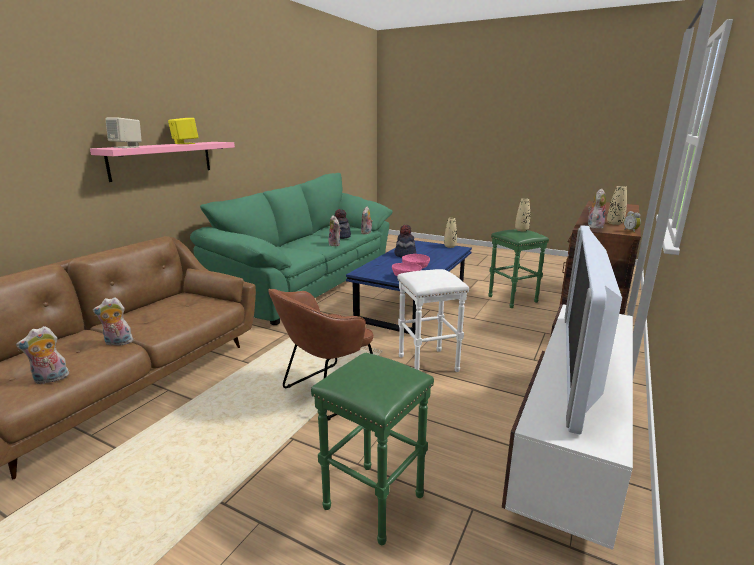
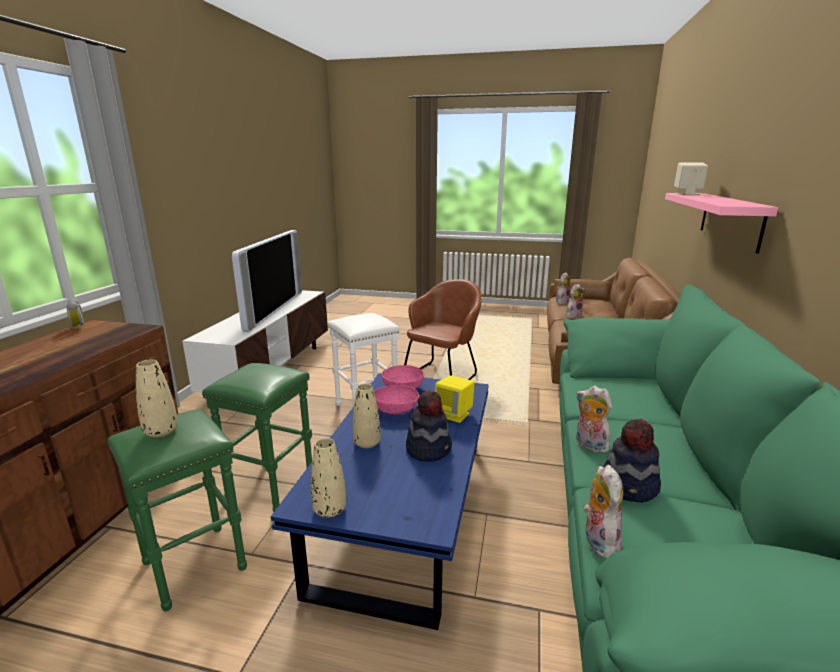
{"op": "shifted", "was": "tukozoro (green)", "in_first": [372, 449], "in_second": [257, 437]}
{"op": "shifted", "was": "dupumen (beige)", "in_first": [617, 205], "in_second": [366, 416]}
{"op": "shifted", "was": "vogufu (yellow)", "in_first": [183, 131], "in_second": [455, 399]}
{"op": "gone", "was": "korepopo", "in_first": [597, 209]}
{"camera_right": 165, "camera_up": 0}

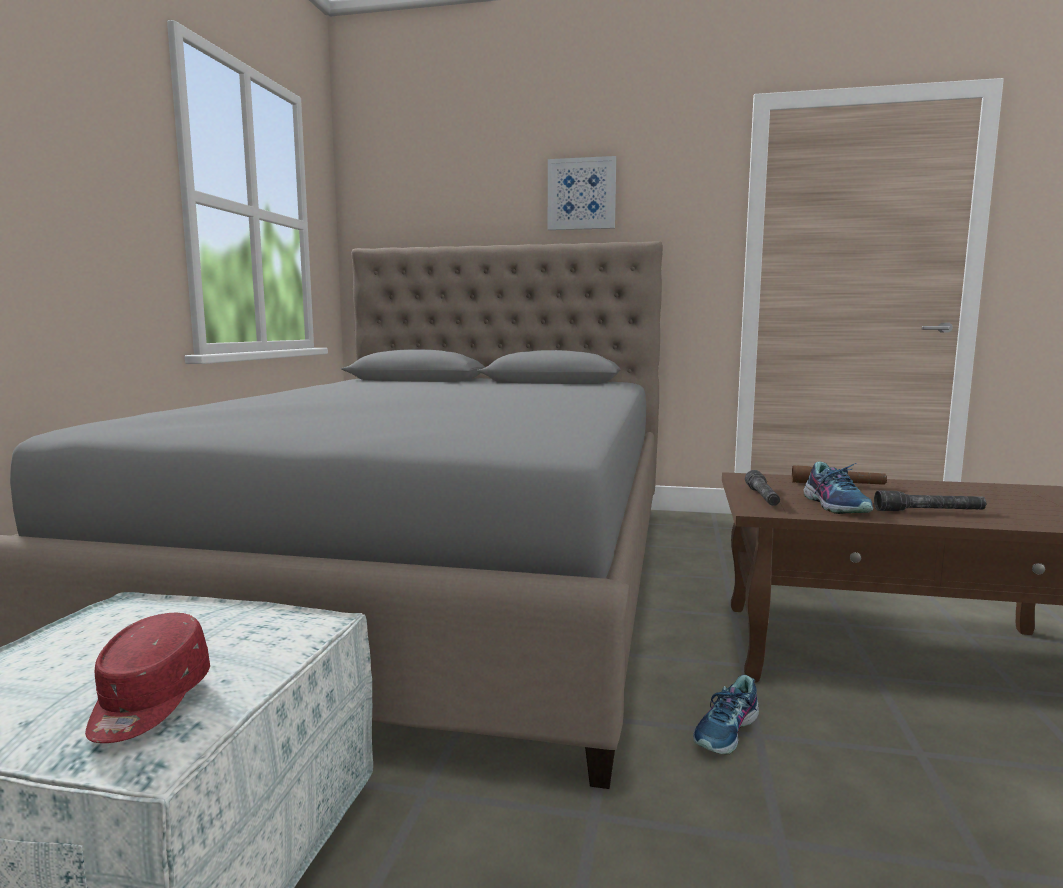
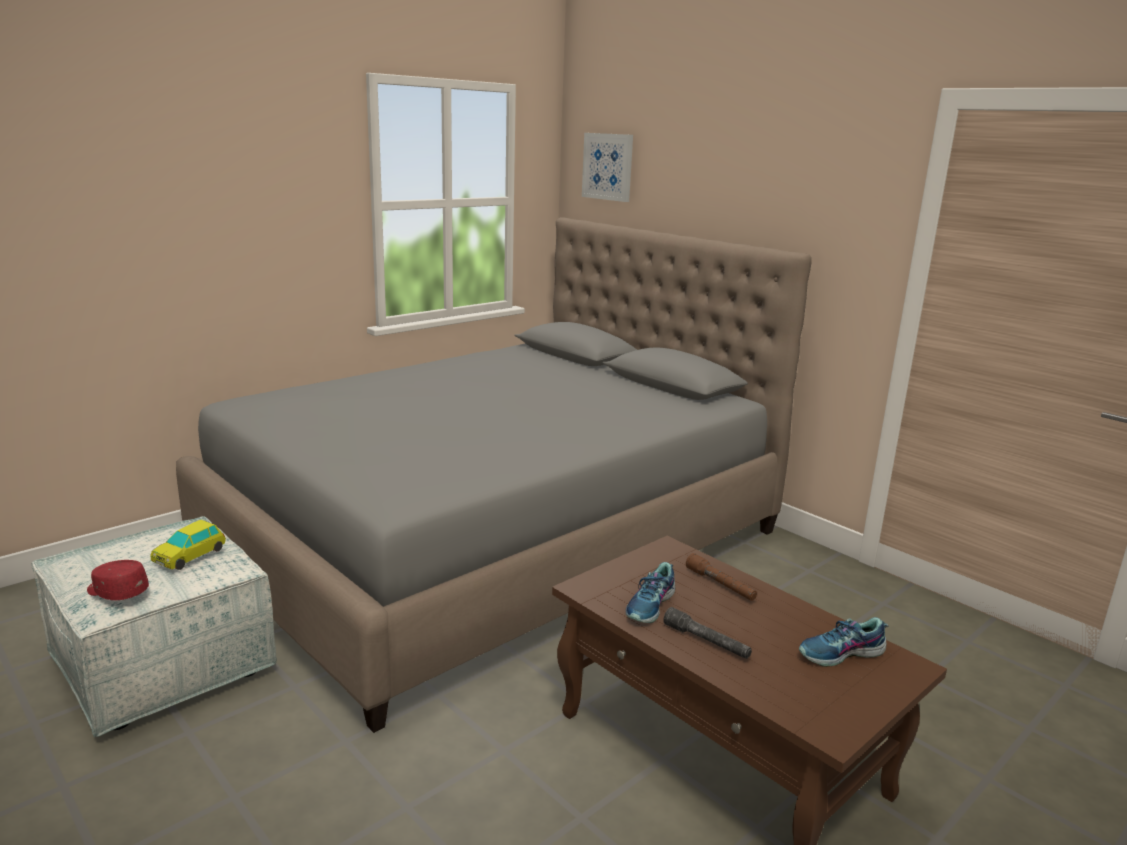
{"op": "rotated", "was": "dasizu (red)", "in_first": [147, 678], "in_second": [118, 580], "clockwise": 75}
{"op": "new", "now": "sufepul", "in_second": [188, 545]}
{"op": "shifted", "was": "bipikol", "in_first": [582, 193], "in_second": [607, 167]}
{"op": "shifted", "was": "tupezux", "in_first": [726, 714], "in_second": [843, 642]}
{"op": "gone", "was": "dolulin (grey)", "in_first": [762, 488]}
{"camera_right": 35, "camera_up": 10}

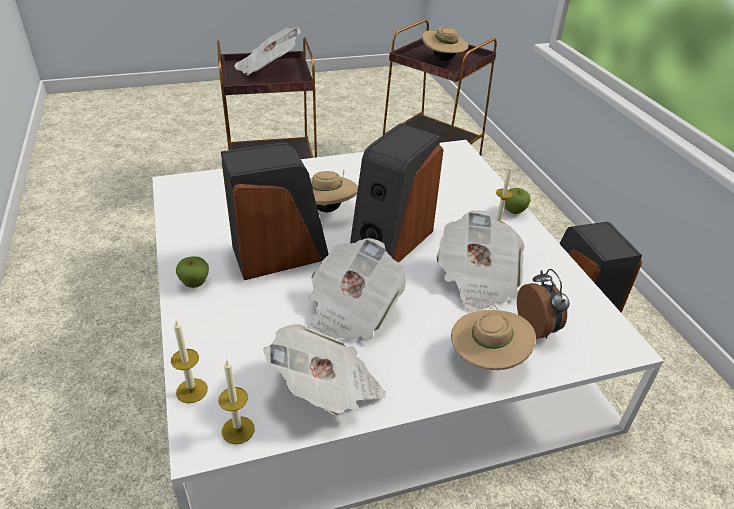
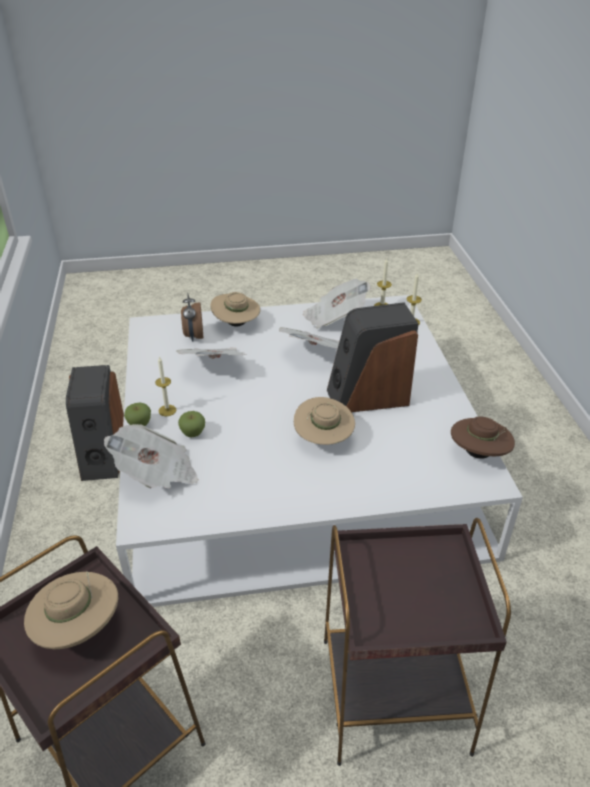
{"op": "shifted", "was": "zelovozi", "in_first": [267, 51], "in_second": [151, 456]}
{"op": "shifted", "was": "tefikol", "in_first": [192, 272], "in_second": [191, 424]}
{"op": "new", "now": "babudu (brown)", "in_second": [483, 438]}
{"op": "gone", "was": "vogufu", "in_first": [397, 192]}
{"camera_right": -170, "camera_up": 0}

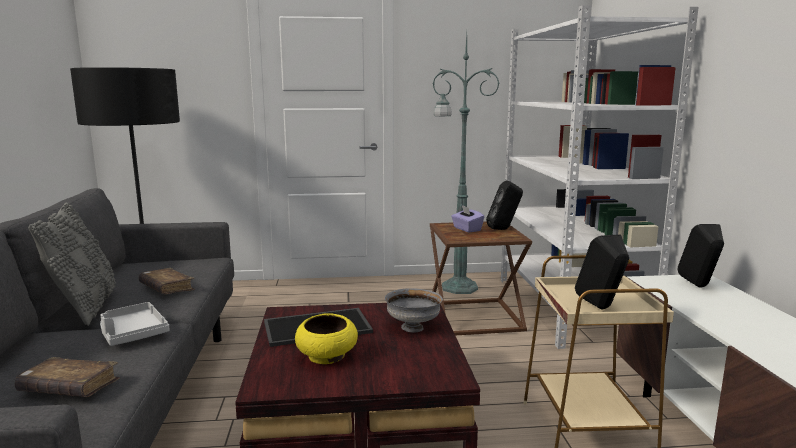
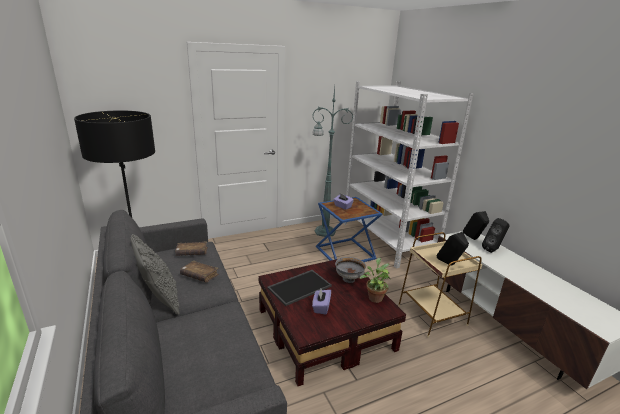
{"op": "shifted", "was": "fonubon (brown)", "in_first": [67, 377], "in_second": [191, 248]}
{"op": "swapped", "was": "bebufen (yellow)", "now": "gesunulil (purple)", "in_first": [326, 338], "in_second": [321, 302]}
{"op": "repainted", "was": "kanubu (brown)", "now": "kanubu (blue)", "in_first": [481, 278], "in_second": [349, 229]}
{"op": "new", "now": "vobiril", "in_second": [375, 280]}
{"op": "shifted", "was": "vogufu (black)", "in_first": [504, 205], "in_second": [496, 235]}
{"op": "gone", "was": "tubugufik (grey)", "in_first": [135, 324]}
{"camera_right": -20, "camera_up": 10}

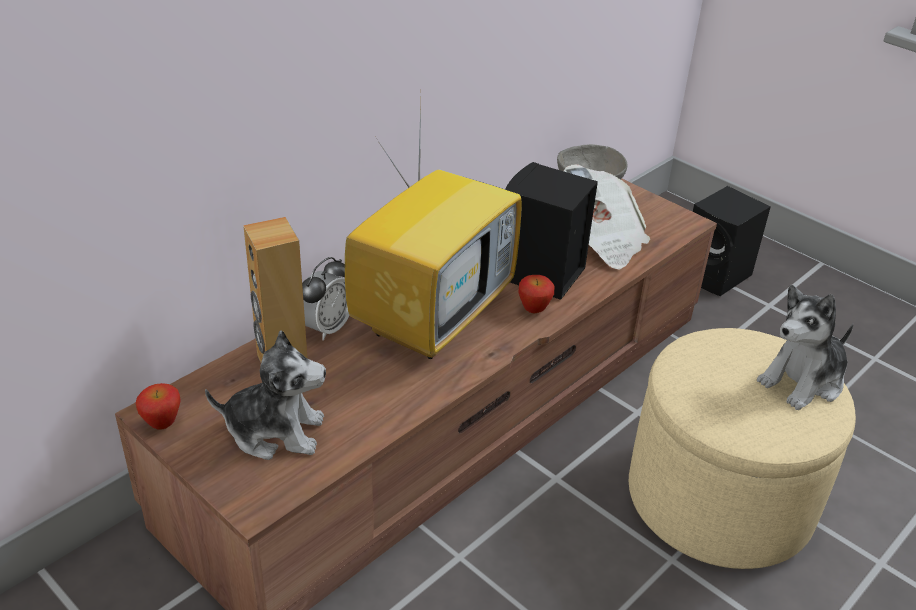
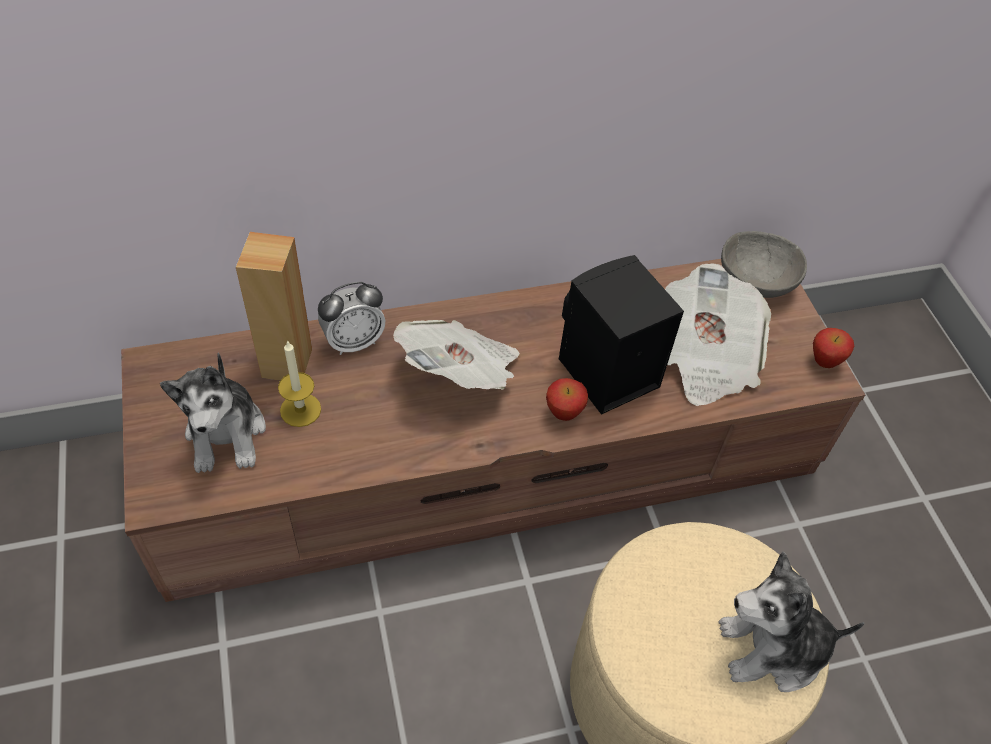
{"op": "rotated", "was": "korepopo", "in_first": [265, 395], "in_second": [213, 413], "clockwise": 45}
{"op": "new", "now": "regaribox", "in_second": [299, 383]}
{"op": "swapped", "was": "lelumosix", "now": "zelovozi", "in_first": [433, 230], "in_second": [456, 355]}
{"op": "shifted", "was": "tefikol", "in_first": [158, 406], "in_second": [833, 348]}
{"op": "gone", "was": "vogufu (black)", "in_first": [732, 241]}
{"camera_right": 30, "camera_up": 15}

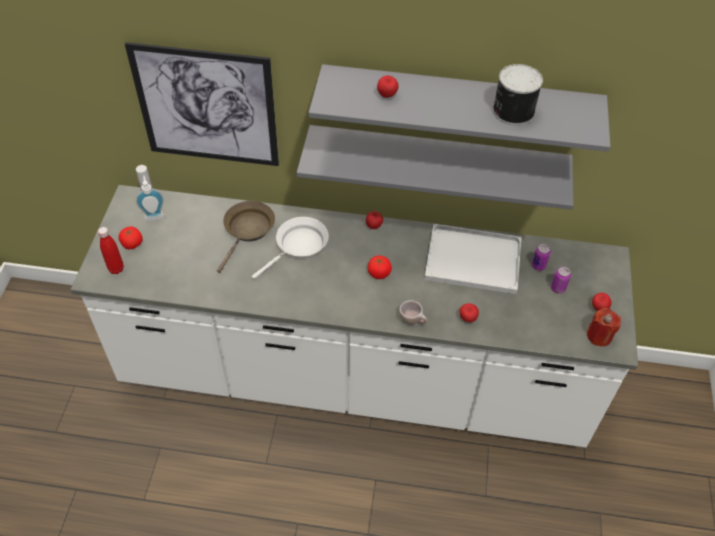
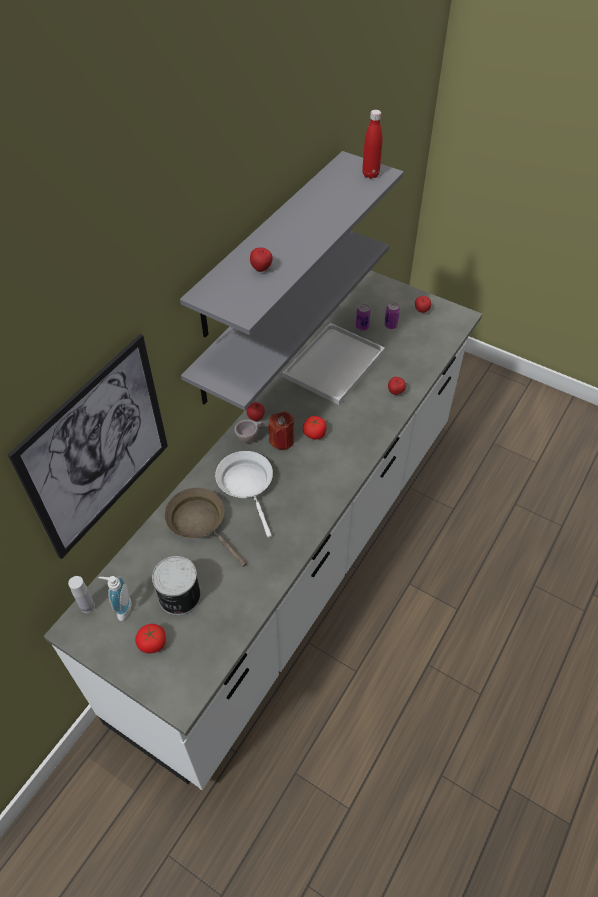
{"op": "shifted", "was": "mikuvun", "in_first": [518, 95], "in_second": [176, 585]}
{"op": "shifted", "was": "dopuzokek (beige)", "in_first": [413, 312], "in_second": [249, 431]}
{"op": "shifted", "was": "regaribox (red)", "in_first": [604, 327], "in_second": [281, 430]}
{"op": "shifted", "was": "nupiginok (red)", "in_first": [111, 250], "in_second": [372, 144]}
{"camera_right": -65, "camera_up": 0}

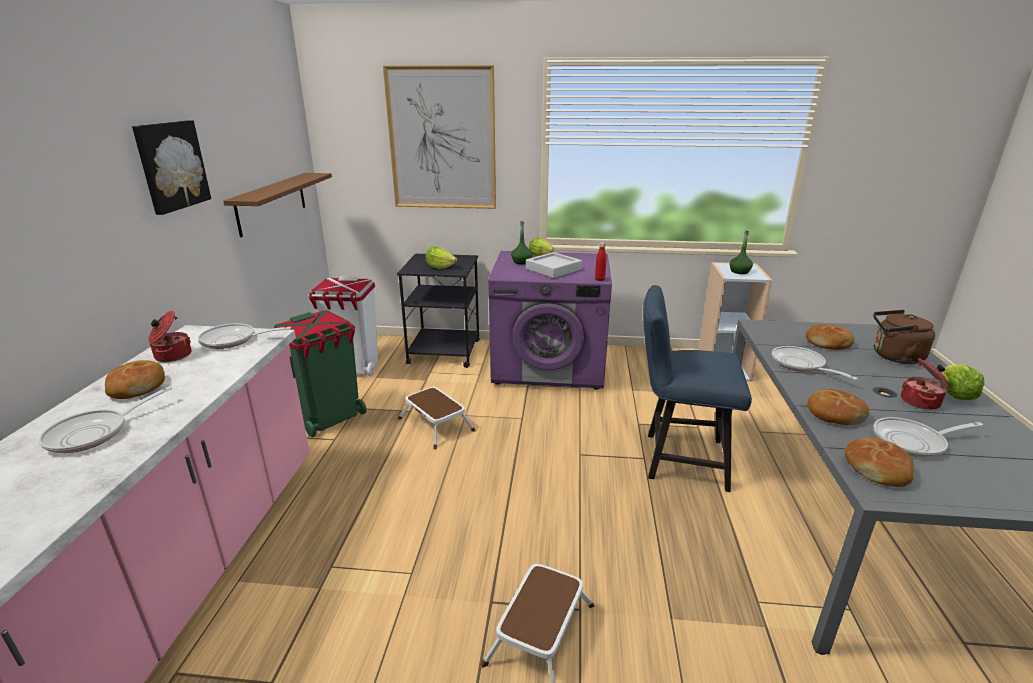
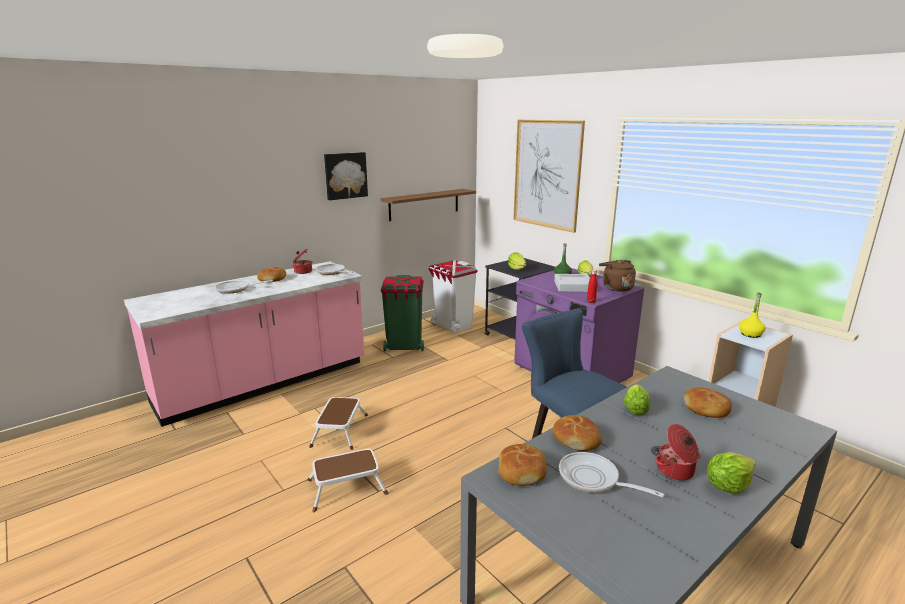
{"op": "shifted", "was": "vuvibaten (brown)", "in_first": [437, 418], "in_second": [338, 423]}
{"op": "shifted", "was": "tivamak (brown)", "in_first": [904, 337], "in_second": [617, 276]}
{"op": "swapped", "was": "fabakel", "now": "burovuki", "in_first": [815, 363], "in_second": [637, 400]}
{"op": "repainted", "was": "nupiginok (green)", "now": "nupiginok (yellow)", "in_first": [741, 252], "in_second": [752, 315]}
{"camera_right": 45, "camera_up": -5}

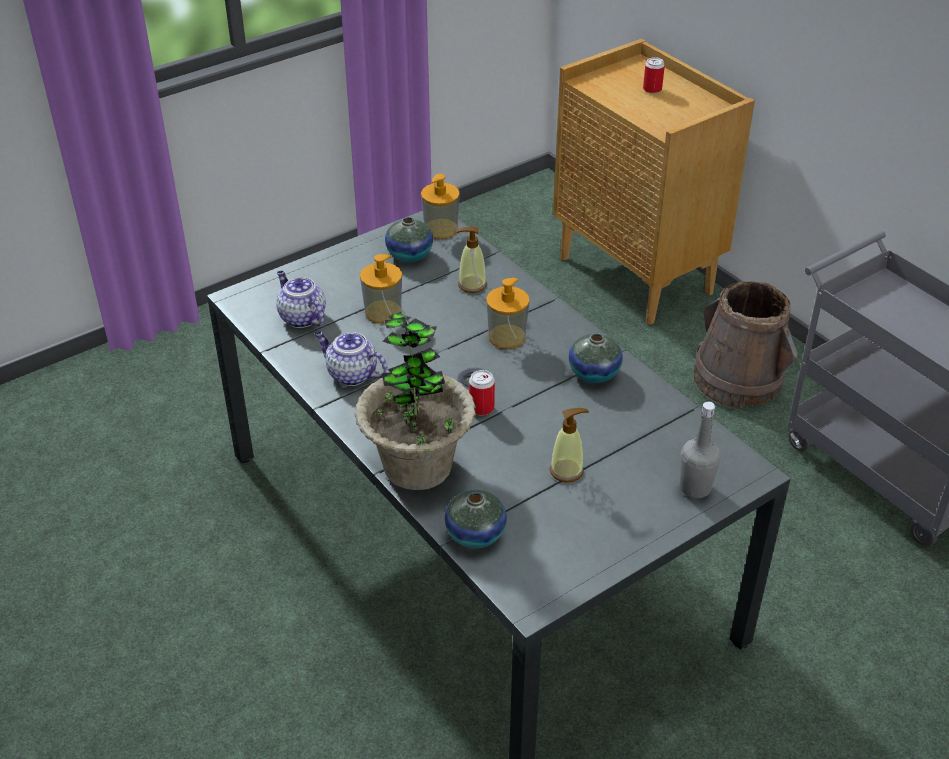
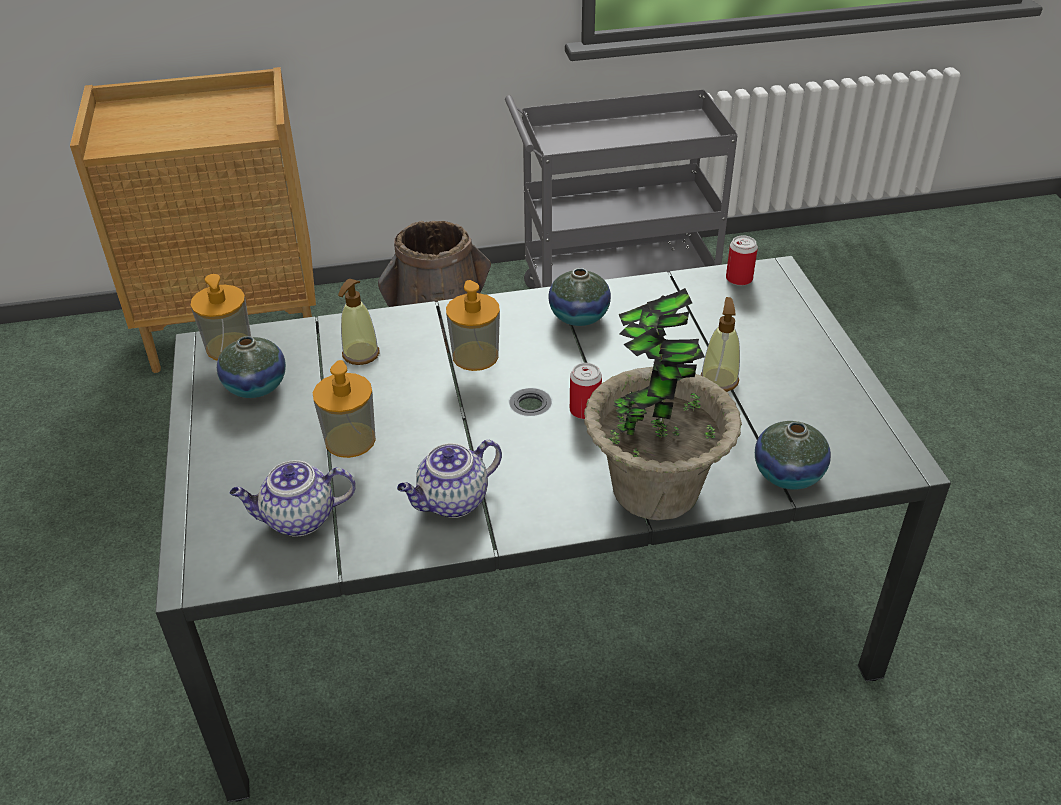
{"op": "shifted", "was": "mikuvun", "in_first": [654, 75], "in_second": [742, 261]}
{"op": "gone", "was": "nupiginok (grey)", "in_first": [700, 449]}
{"camera_right": -65, "camera_up": 0}

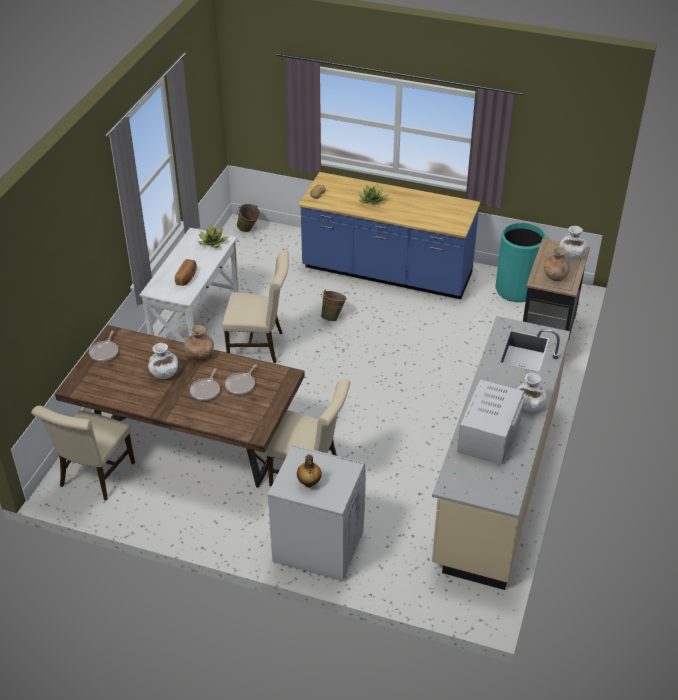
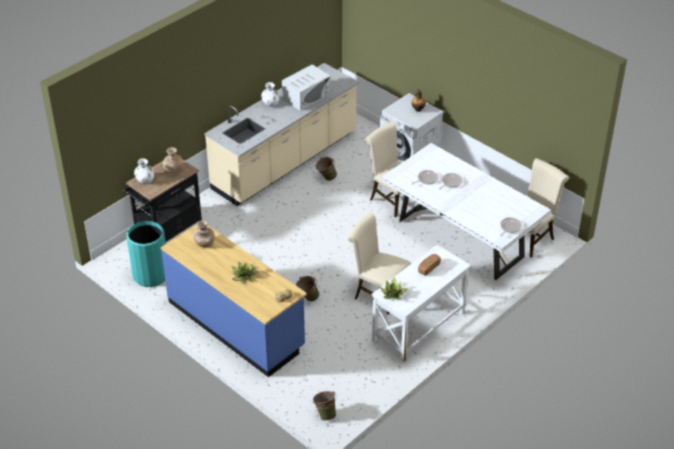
{"op": "shifted", "was": "dupumen (brown)", "in_first": [199, 342], "in_second": [204, 233]}
{"op": "new", "now": "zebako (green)", "in_second": [326, 169]}
{"op": "repainted", "was": "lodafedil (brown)", "now": "lodafedil (white)", "in_first": [180, 406], "in_second": [466, 211]}
{"op": "gone", "was": "dupumen (white)", "in_first": [163, 361]}
{"camera_right": -155, "camera_up": 0}

